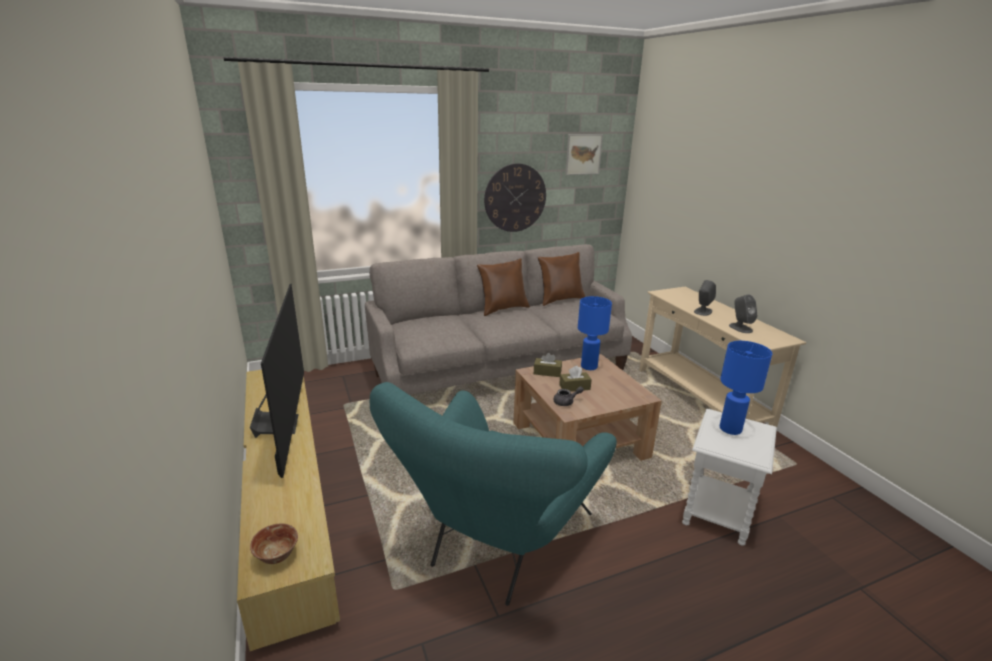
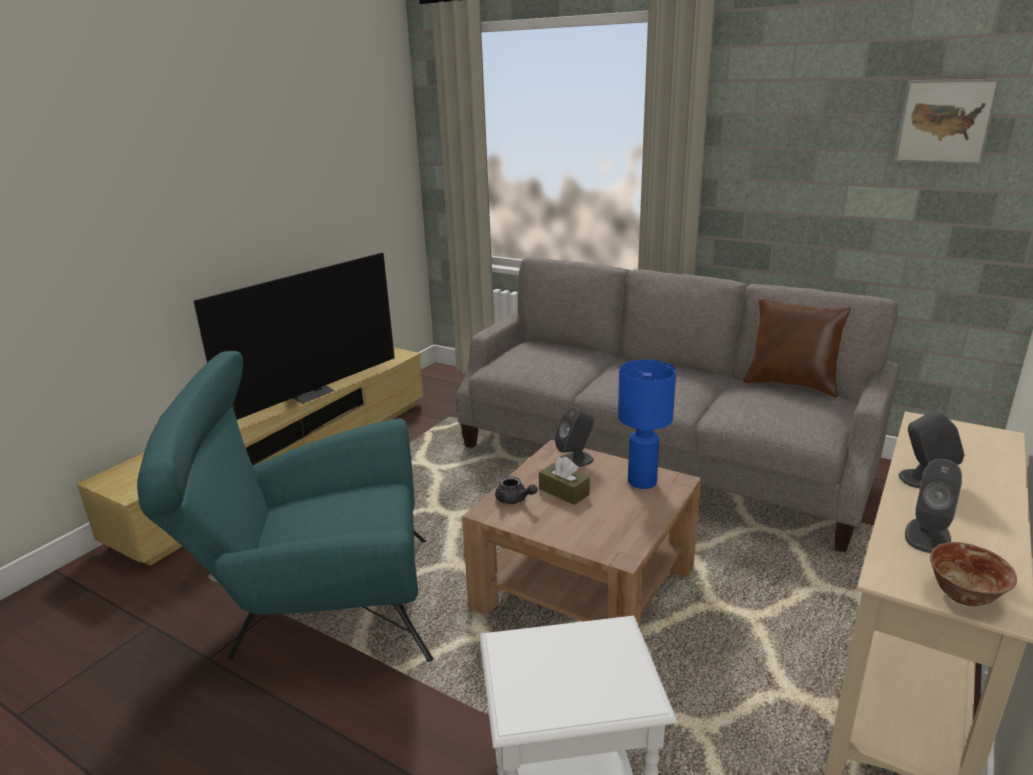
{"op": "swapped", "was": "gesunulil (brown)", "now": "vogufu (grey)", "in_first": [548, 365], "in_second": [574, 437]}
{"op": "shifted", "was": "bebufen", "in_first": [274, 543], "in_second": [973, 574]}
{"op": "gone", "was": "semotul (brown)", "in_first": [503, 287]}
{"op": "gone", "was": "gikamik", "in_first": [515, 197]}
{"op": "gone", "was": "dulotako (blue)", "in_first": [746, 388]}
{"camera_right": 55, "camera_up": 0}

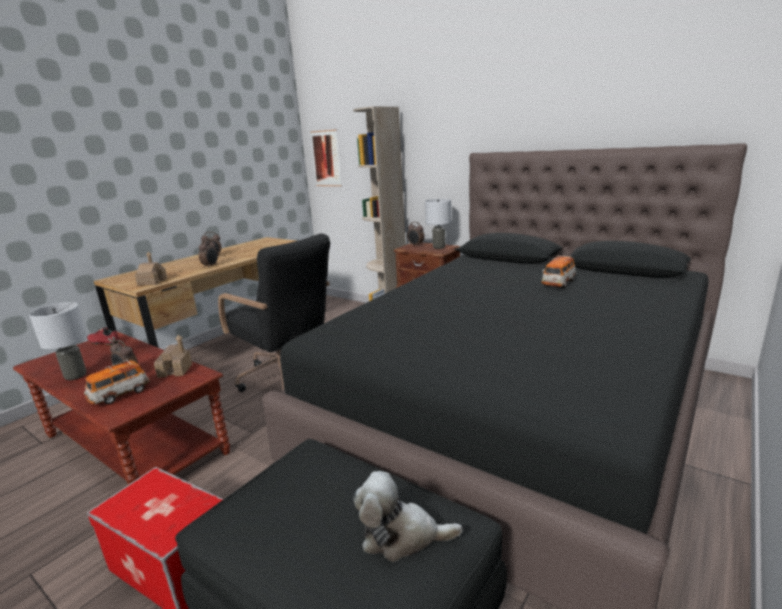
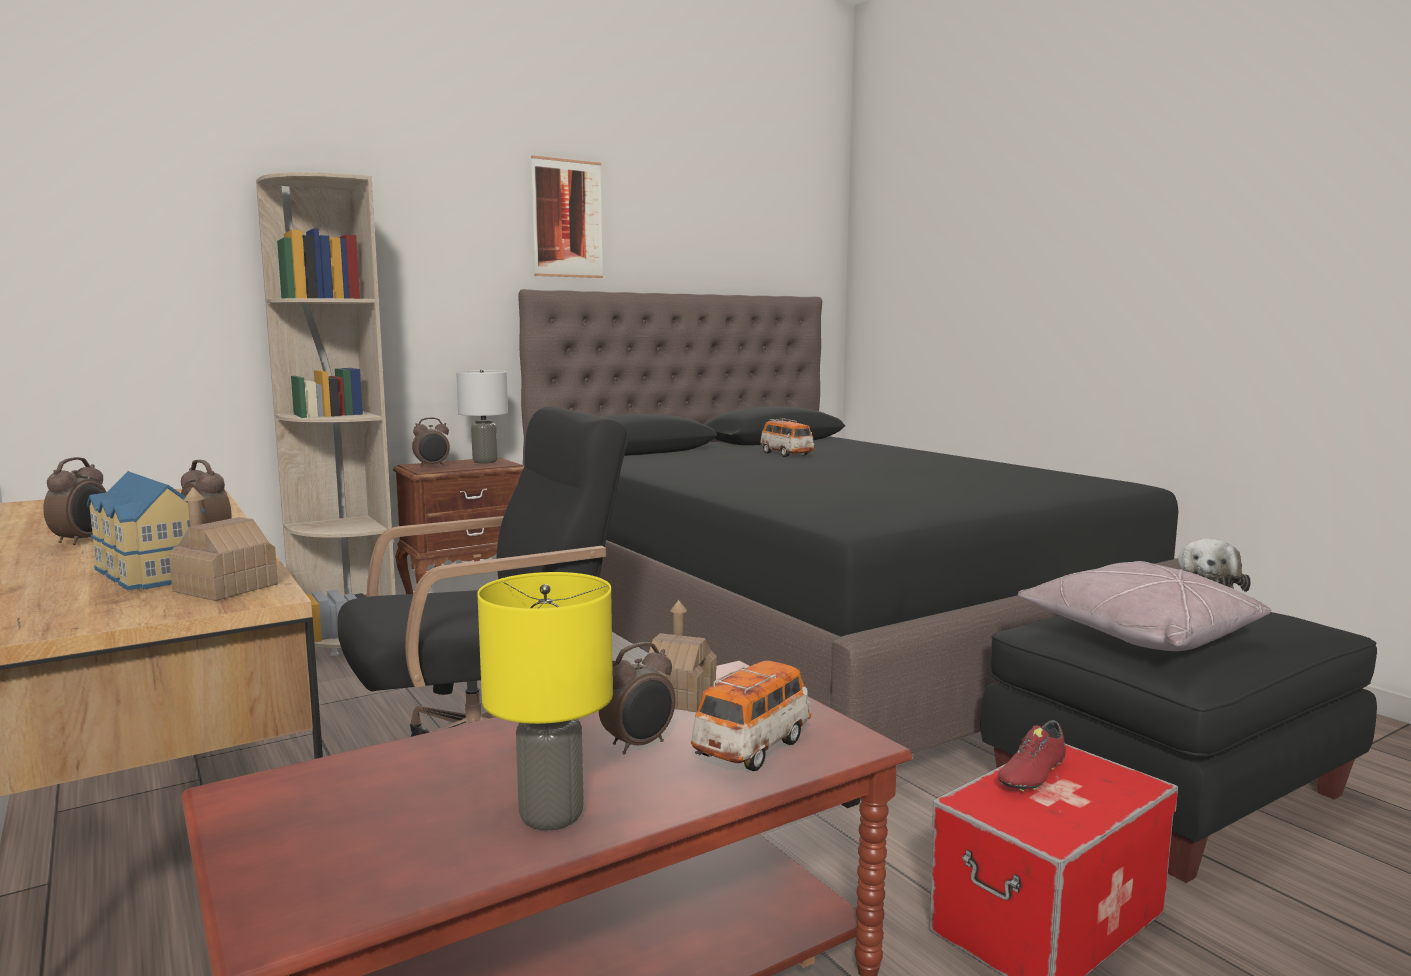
{"op": "new", "now": "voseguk", "in_second": [146, 531]}
{"op": "repainted", "was": "dulotako (white)", "now": "dulotako (yellow)", "in_first": [58, 341], "in_second": [545, 701]}
{"op": "shifted", "was": "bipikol", "in_first": [326, 158], "in_second": [567, 217]}
{"op": "rotated", "was": "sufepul", "in_first": [117, 381], "in_second": [751, 716], "clockwise": -120}
{"op": "shifted", "was": "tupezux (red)", "in_first": [103, 336], "in_second": [1032, 755]}
{"op": "new", "now": "semotul (purple)", "in_second": [1145, 606]}
{"camera_right": -70, "camera_up": -10}

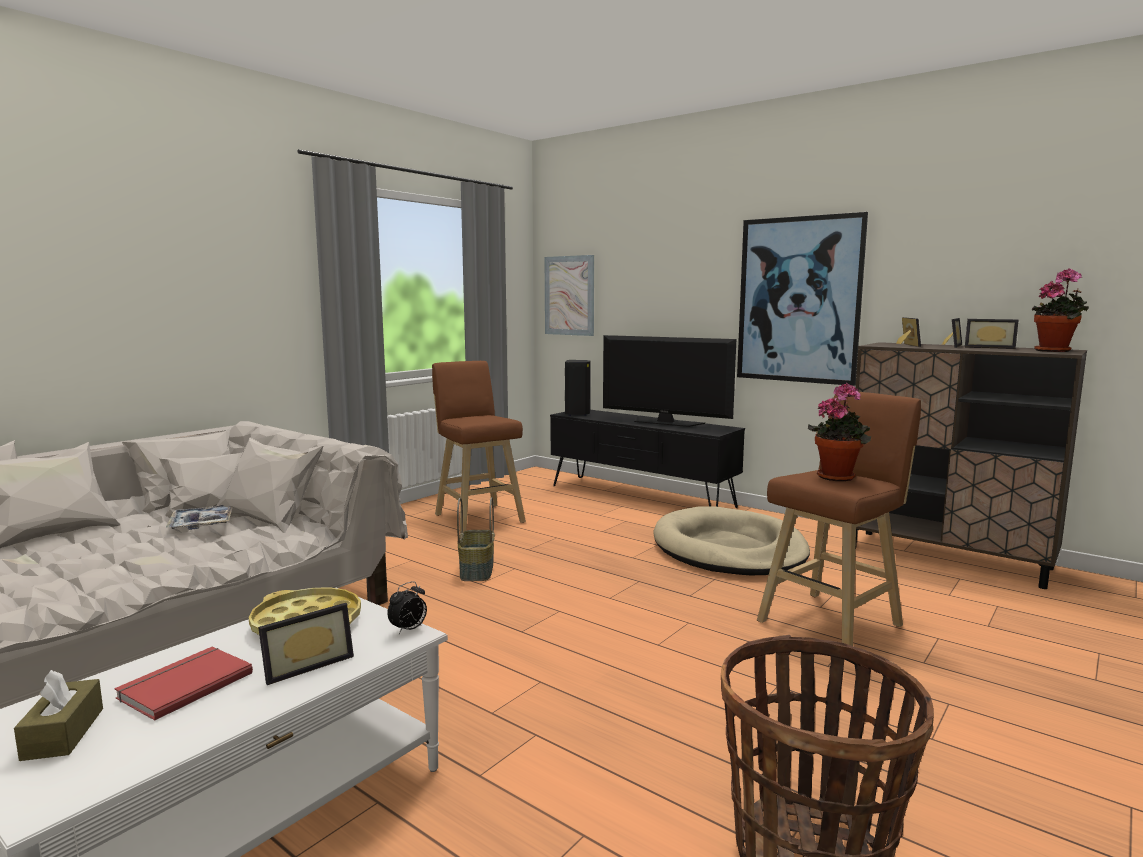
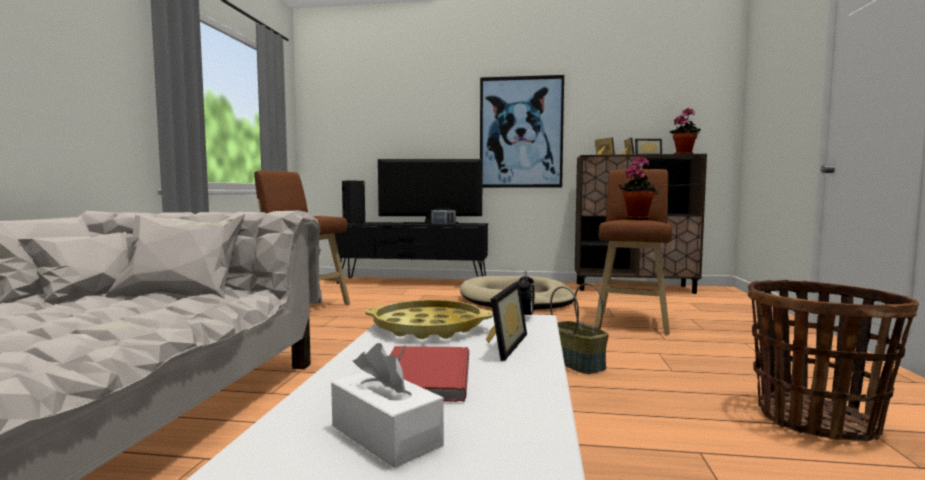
{"op": "repainted", "was": "gesunulil (brown)", "now": "gesunulil (white)", "in_first": [58, 715], "in_second": [387, 405]}
{"op": "new", "now": "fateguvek", "in_second": [443, 216]}
{"op": "shifted", "was": "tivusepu", "in_first": [476, 539], "in_second": [579, 328]}
{"op": "gone", "was": "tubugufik", "in_first": [199, 517]}
{"op": "gone", "was": "bipikol", "in_first": [569, 295]}
{"camera_right": -30, "camera_up": -5}

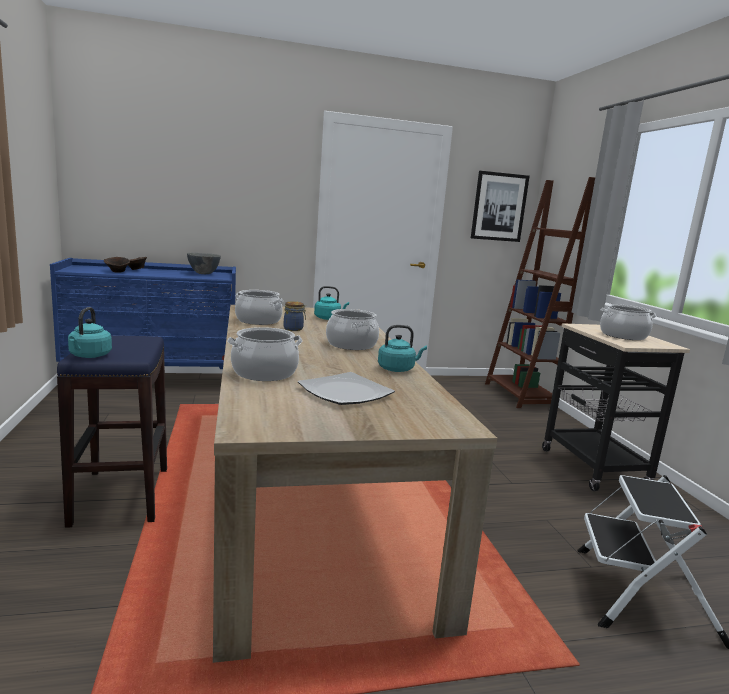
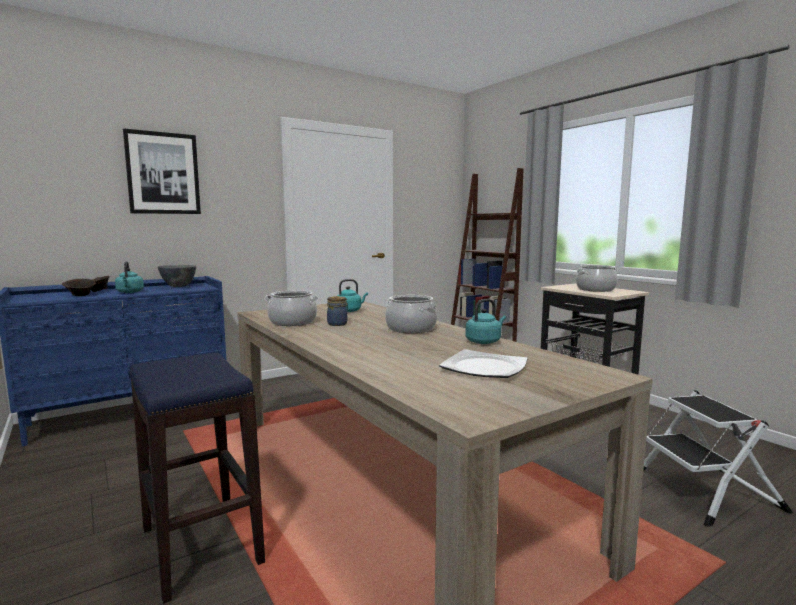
{"op": "shifted", "was": "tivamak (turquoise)", "in_first": [90, 332], "in_second": [129, 277]}
{"op": "shifted", "was": "bipikol", "in_first": [500, 206], "in_second": [162, 171]}
{"op": "gone", "was": "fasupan", "in_first": [265, 354]}
{"camera_right": -20, "camera_up": -5}

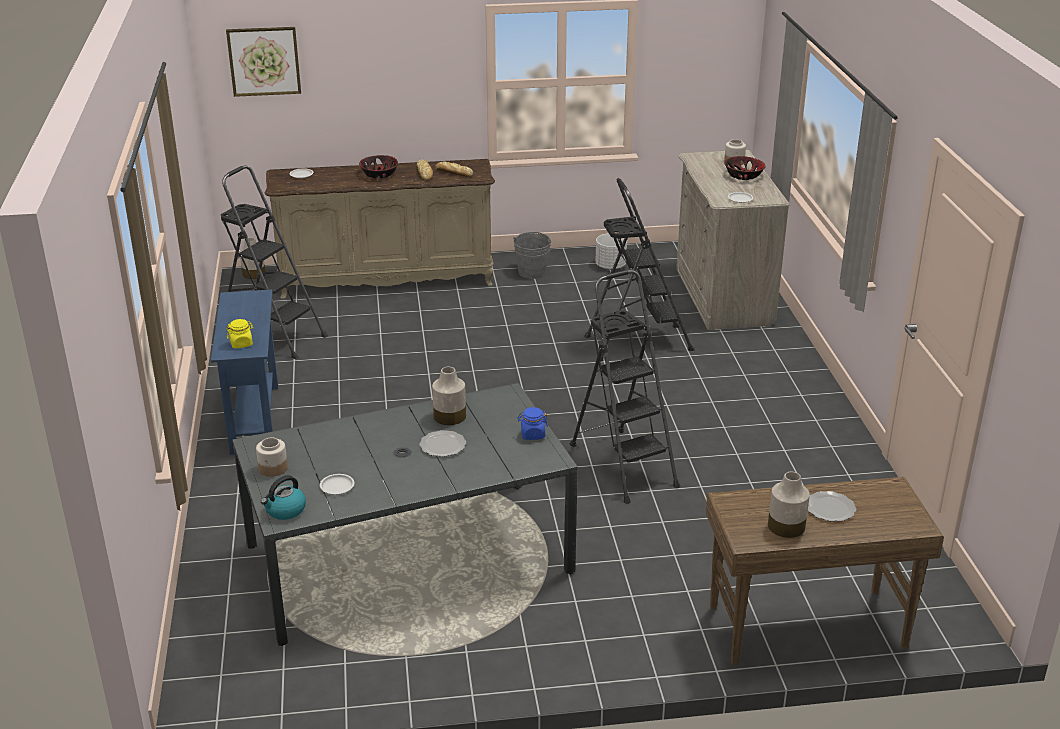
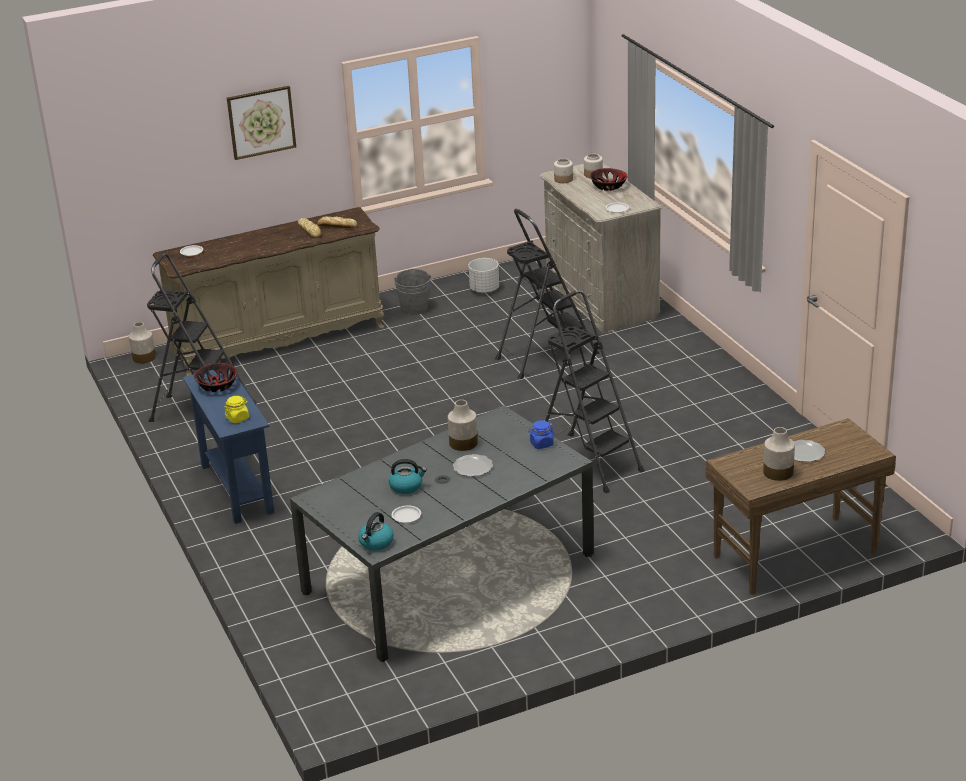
{"op": "shifted", "was": "bebufen", "in_first": [378, 166], "in_second": [215, 377]}
{"op": "shifted", "was": "bipikol", "in_first": [263, 62], "in_second": [261, 123]}
{"op": "new", "now": "tivamak", "in_second": [408, 476]}
{"op": "shifted", "was": "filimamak", "in_first": [272, 457], "in_second": [563, 170]}
{"camera_right": -15, "camera_up": 0}

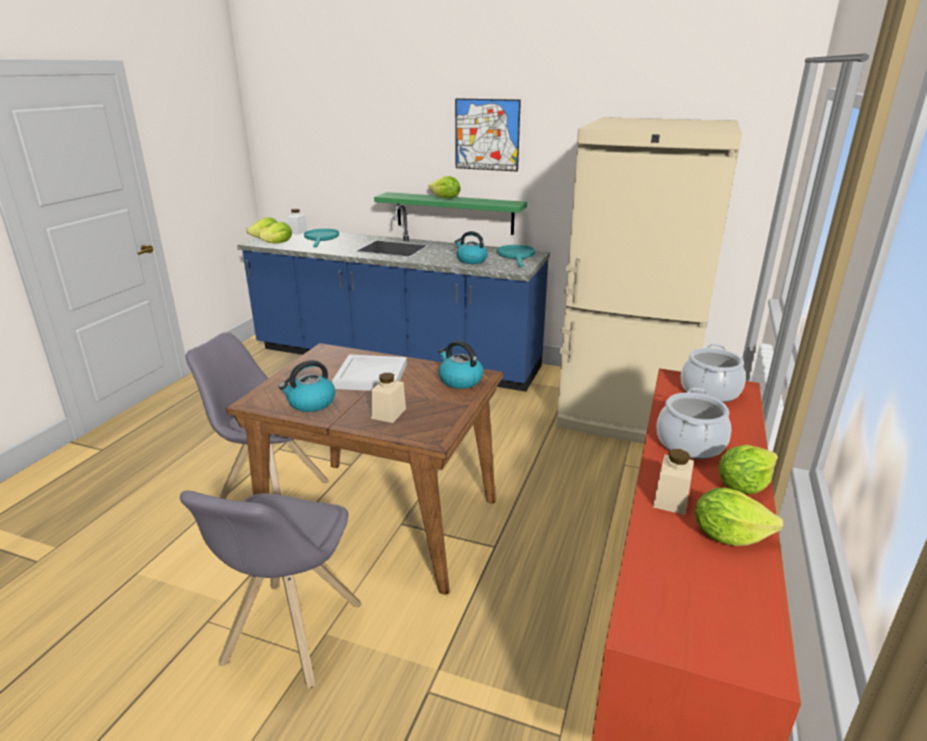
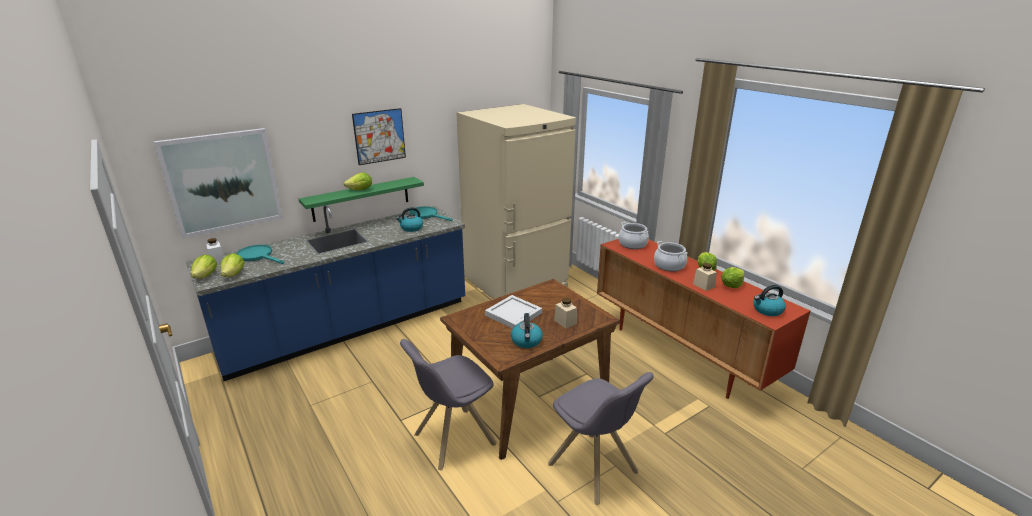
{"op": "new", "now": "bipikol", "in_second": [218, 183]}
{"op": "shifted", "was": "tivamak", "in_first": [460, 365], "in_second": [770, 300]}
{"camera_right": -55, "camera_up": 0}

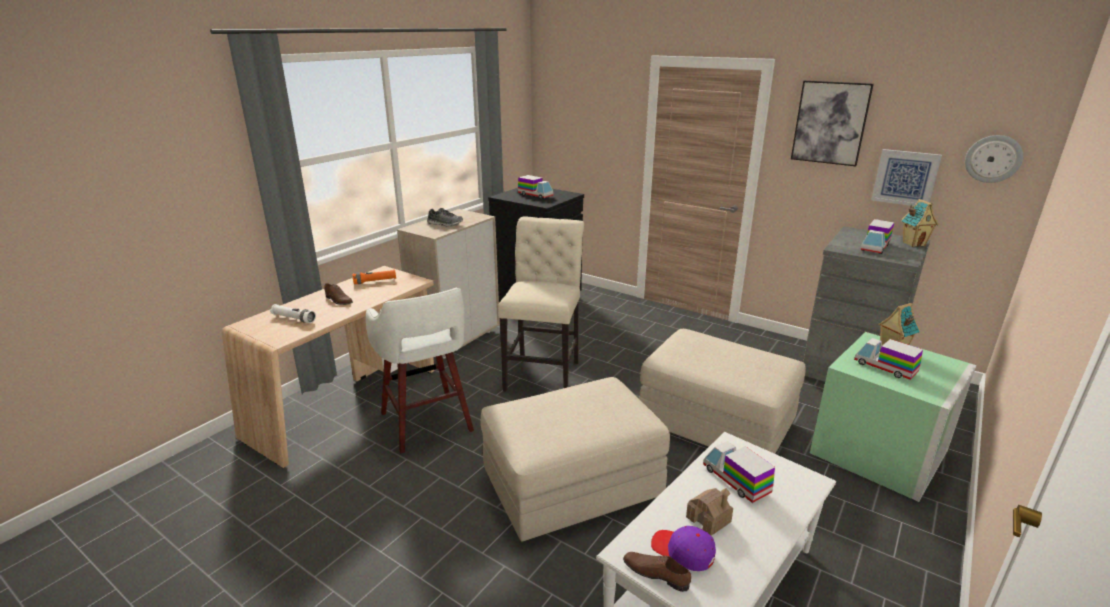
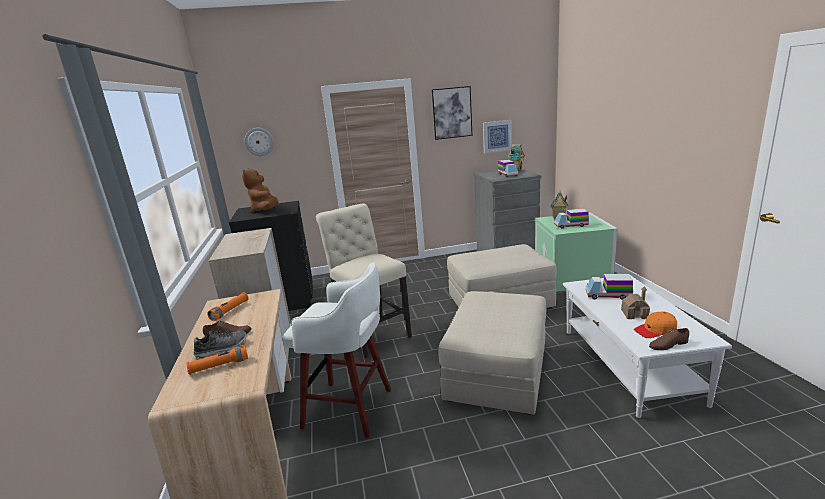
{"op": "repainted", "was": "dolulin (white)", "now": "dolulin (orange)", "in_first": [293, 313], "in_second": [217, 360]}
{"op": "shifted", "was": "tupezux", "in_first": [445, 217], "in_second": [219, 344]}
{"op": "swapped", "was": "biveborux", "now": "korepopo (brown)", "in_first": [536, 187], "in_second": [260, 190]}
{"op": "shifted", "was": "gikamik", "in_first": [994, 159], "in_second": [259, 142]}
{"op": "repainted", "was": "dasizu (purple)", "now": "dasizu (orange)", "in_first": [683, 548], "in_second": [655, 325]}
{"camera_right": -45, "camera_up": -5}

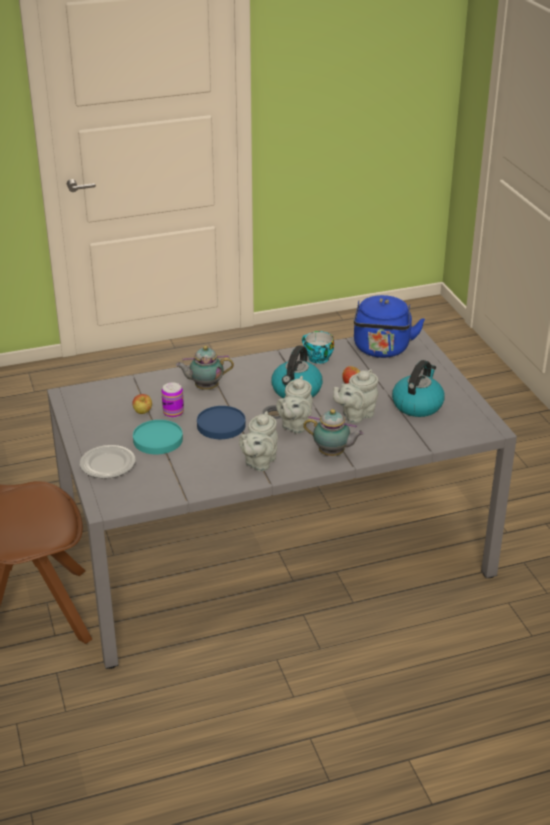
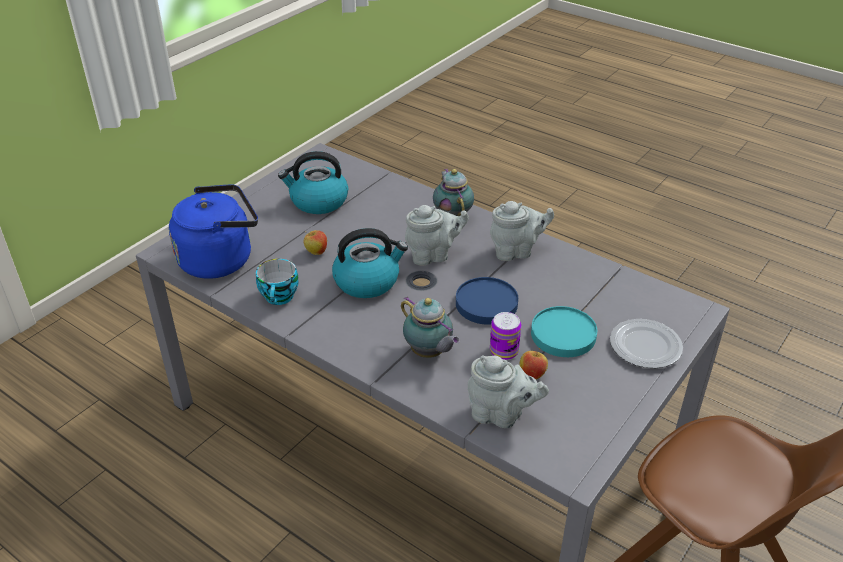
{"op": "shifted", "was": "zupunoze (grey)", "in_first": [355, 396], "in_second": [508, 391]}
{"camera_right": -125, "camera_up": 5}

